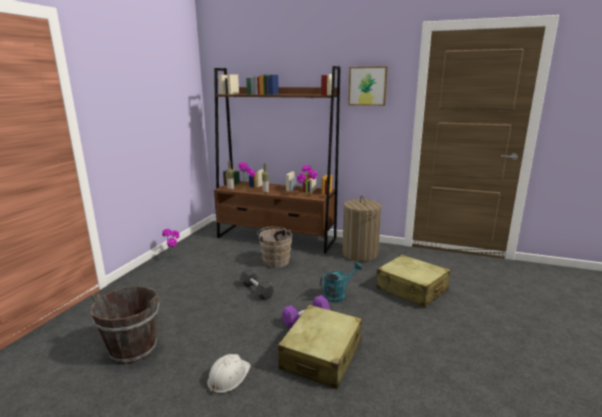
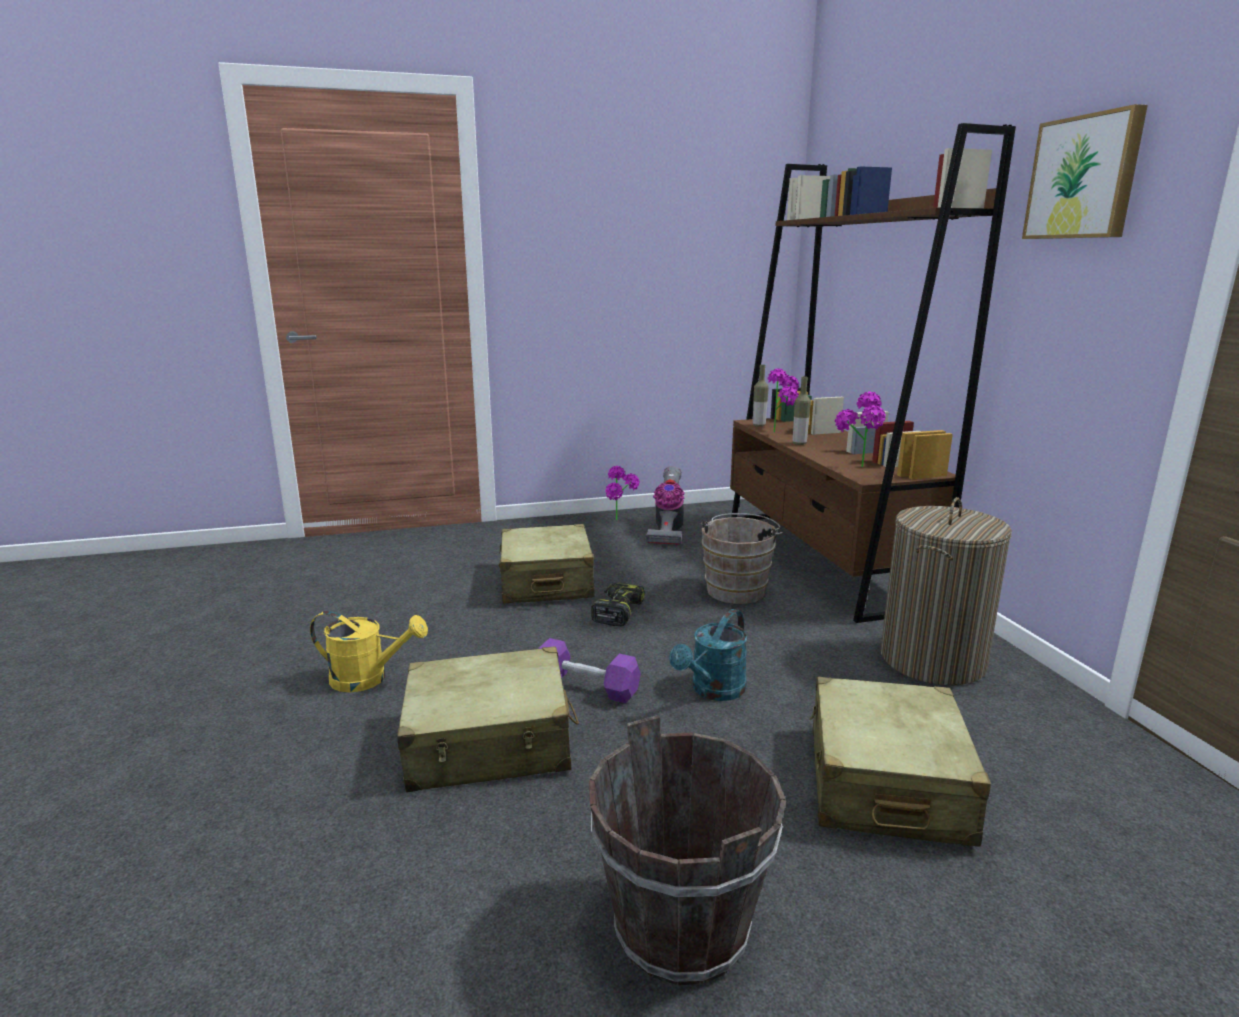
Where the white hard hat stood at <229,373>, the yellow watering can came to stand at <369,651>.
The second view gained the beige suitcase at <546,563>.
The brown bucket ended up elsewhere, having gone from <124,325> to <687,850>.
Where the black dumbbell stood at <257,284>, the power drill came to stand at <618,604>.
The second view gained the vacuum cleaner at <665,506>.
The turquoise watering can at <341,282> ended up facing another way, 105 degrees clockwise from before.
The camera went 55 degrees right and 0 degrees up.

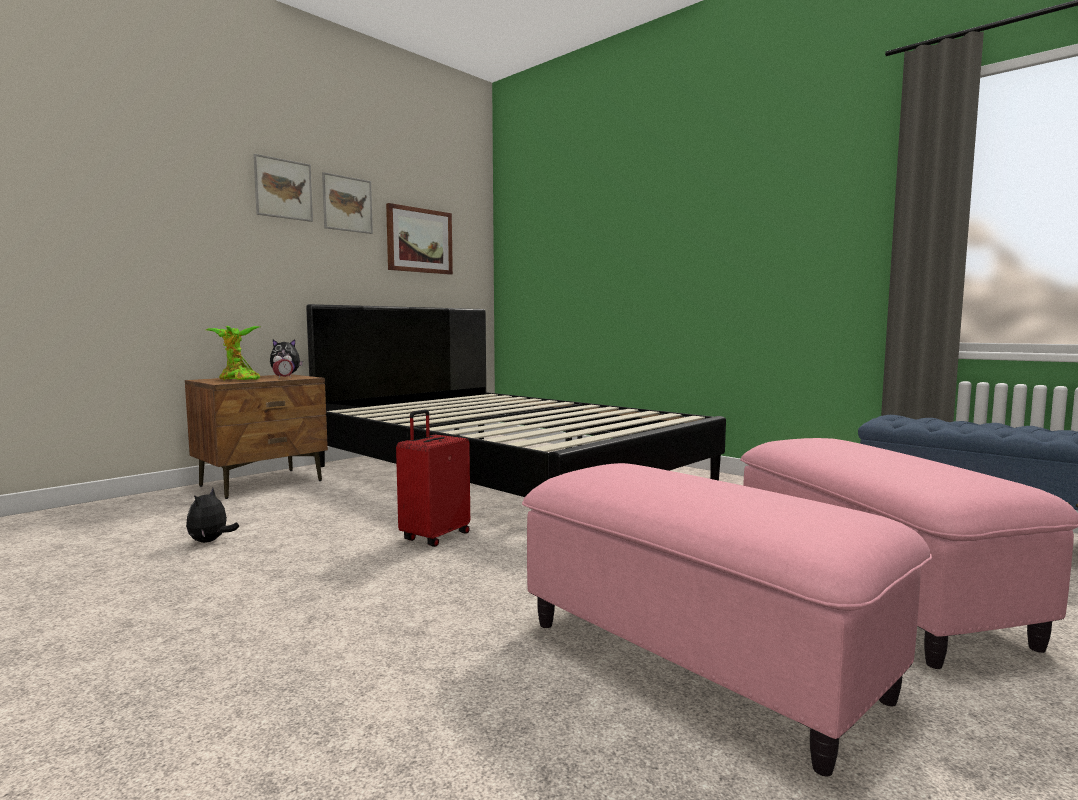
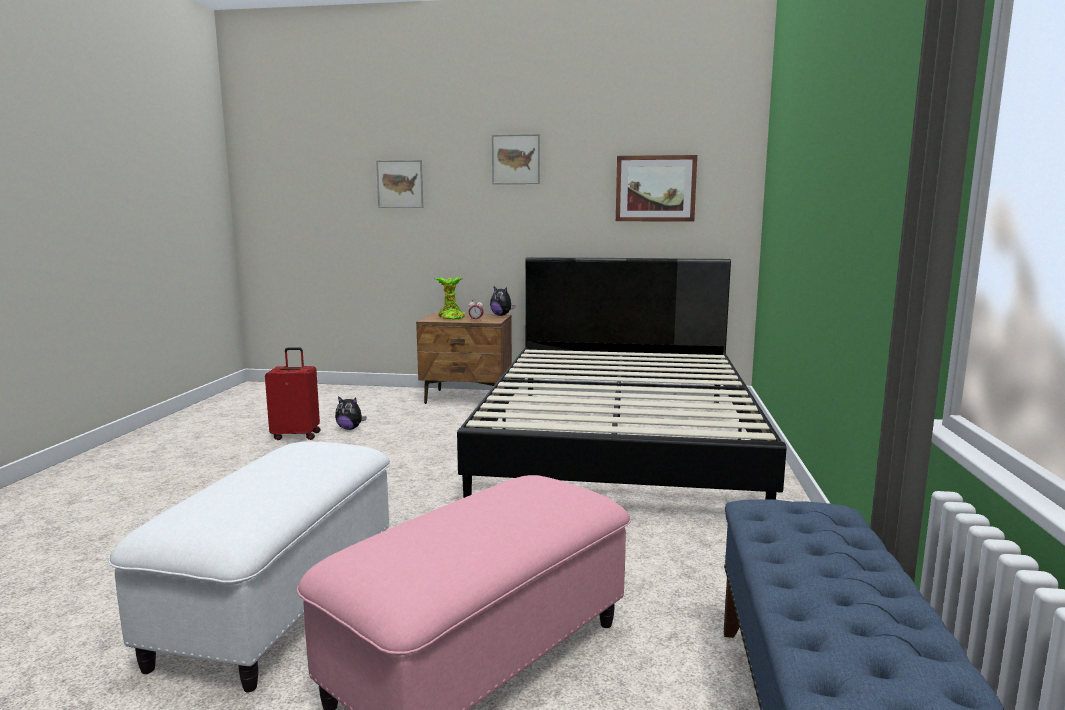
What was the pink ottoman at <727,620> turned into the white ottoman at <249,566>.
The red suitcase ended up elsewhere, having gone from <433,478> to <292,393>.
The plush toy at <213,515> ended up facing another way, 135 degrees counterclockwise from before.
The picture ended up elsewhere, having gone from <347,203> to <399,184>.
The camera went 55 degrees right and 5 degrees up.

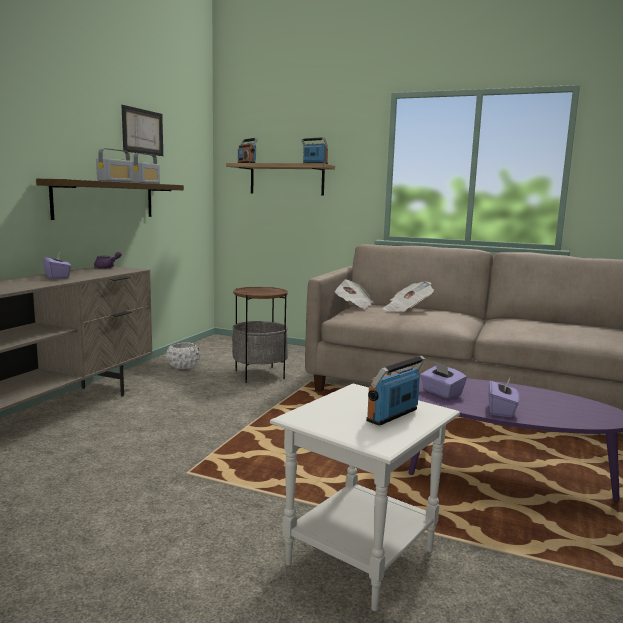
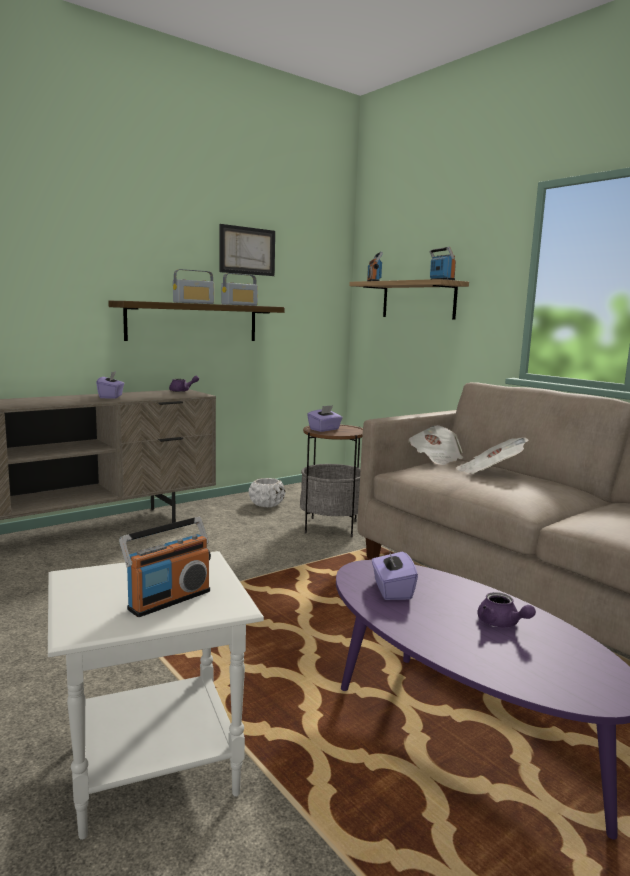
The radio at <395,391> ended up facing another way, 150 degrees clockwise from before.
The purple tissue box ended up elsewhere, having gone from <504,397> to <325,418>.
The second view gained the purple teapot at <506,609>.
The camera went 30 degrees right and 0 degrees up.

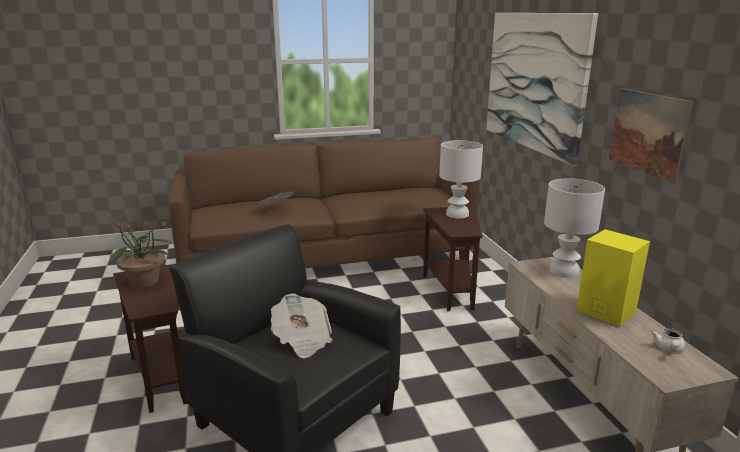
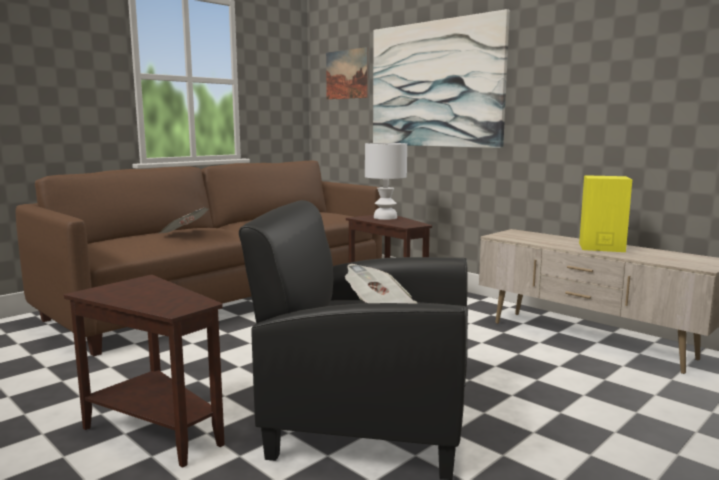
The picture ended up elsewhere, having gone from <651,135> to <347,73>.
The second view lost the potted plant at <140,252>.
The second view lost the white table lamp at <574,228>.
The second view lost the white teapot at <668,340>.
The camera went 30 degrees left and 10 degrees down.

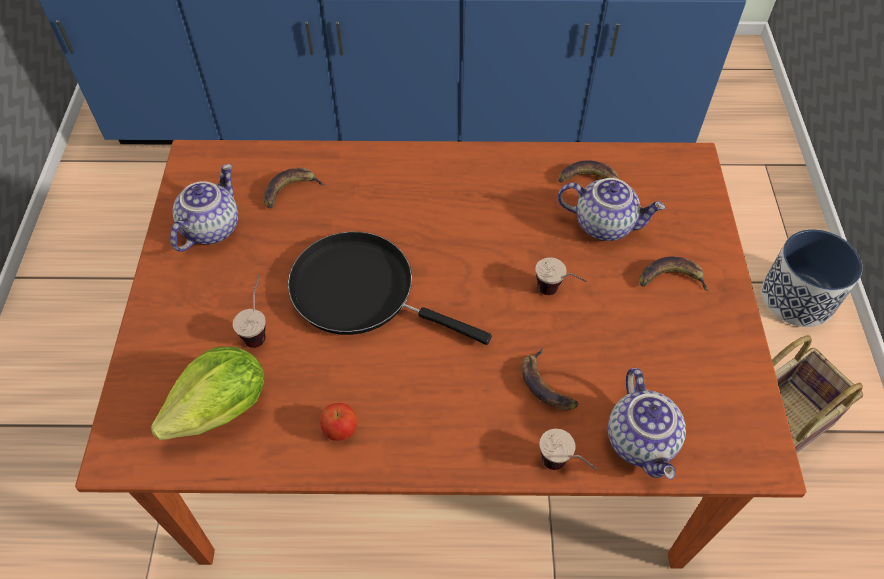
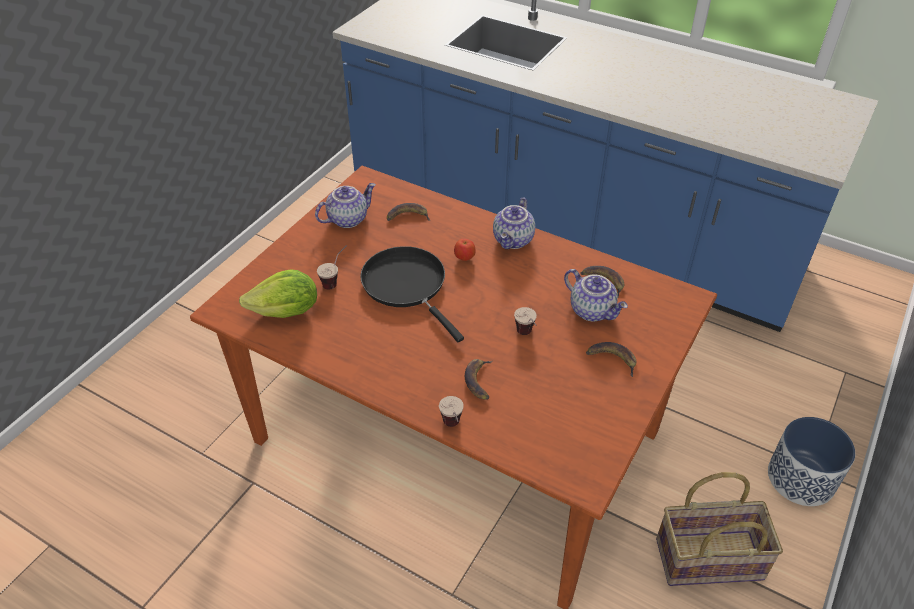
The apple ended up elsewhere, having gone from <338,422> to <465,250>.
The teapot ended up elsewhere, having gone from <647,423> to <514,223>.
The camera went 30 degrees right and 10 degrees down.

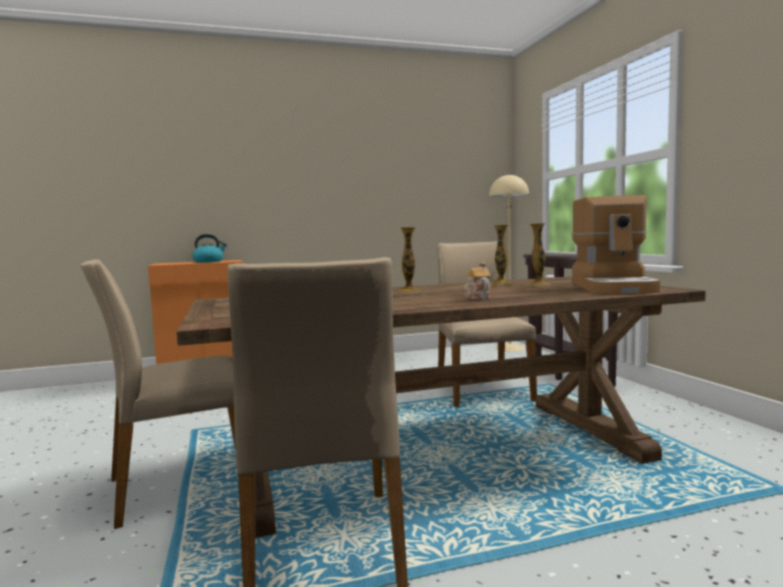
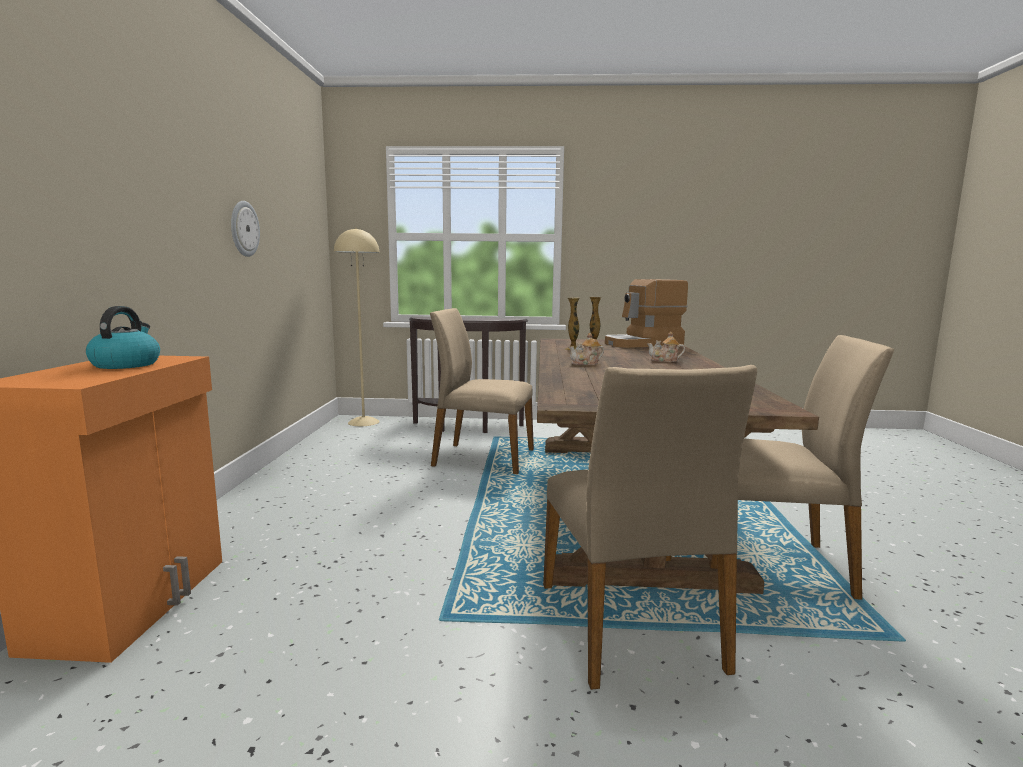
The second view gained the wall clock at <245,229>.
Where the vase stood at <409,259>, the teapot came to stand at <586,349>.
The coffee machine at <616,244> ended up facing another way, 135 degrees clockwise from before.
The camera went 70 degrees left and 5 degrees up.

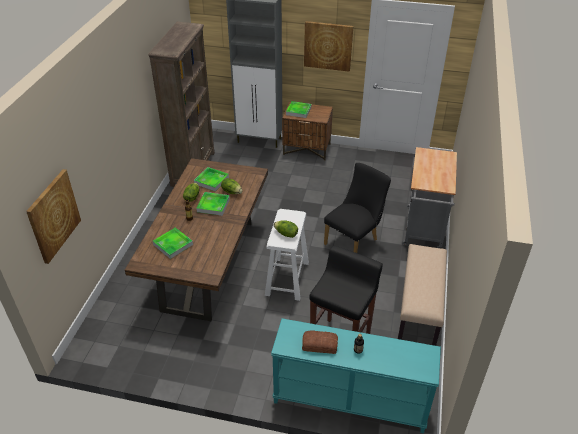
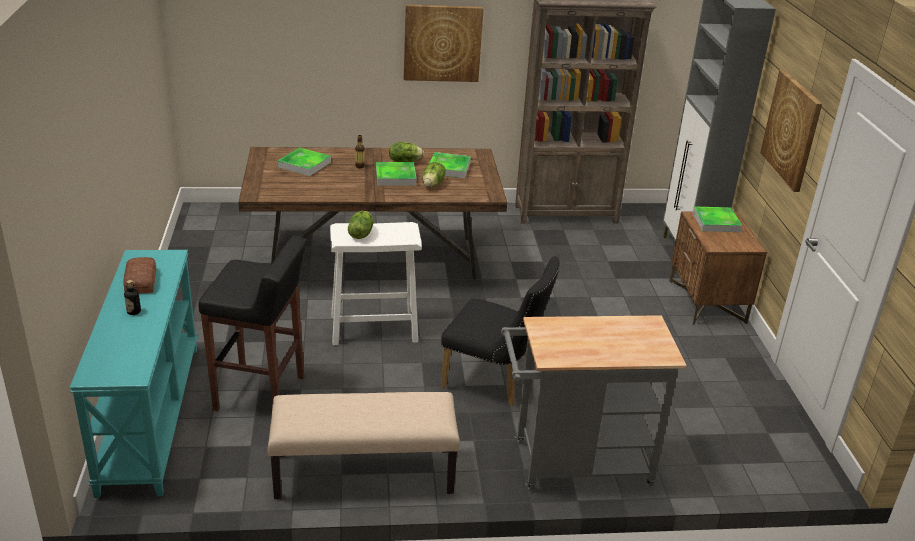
The picture ended up elsewhere, having gone from <53,216> to <444,43>.
The camera went 70 degrees right and 10 degrees down.

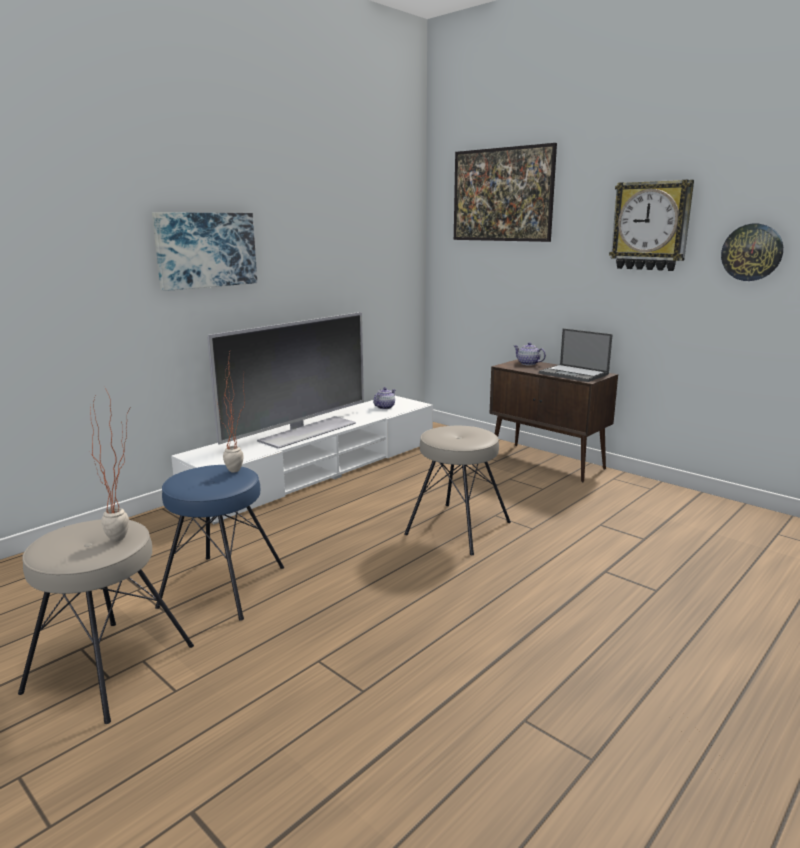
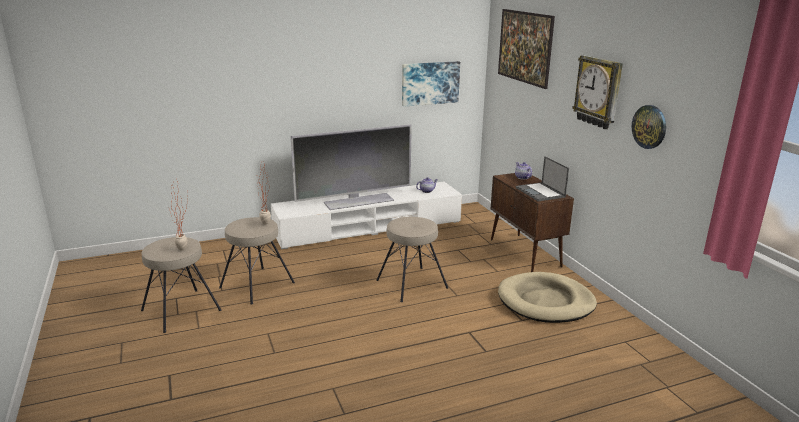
What was the blue stool at <219,543> turned into the beige stool at <257,261>.
The picture ended up elsewhere, having gone from <204,251> to <431,84>.
The second view gained the beige dog bed at <547,297>.
The camera went 25 degrees right and 5 degrees up.

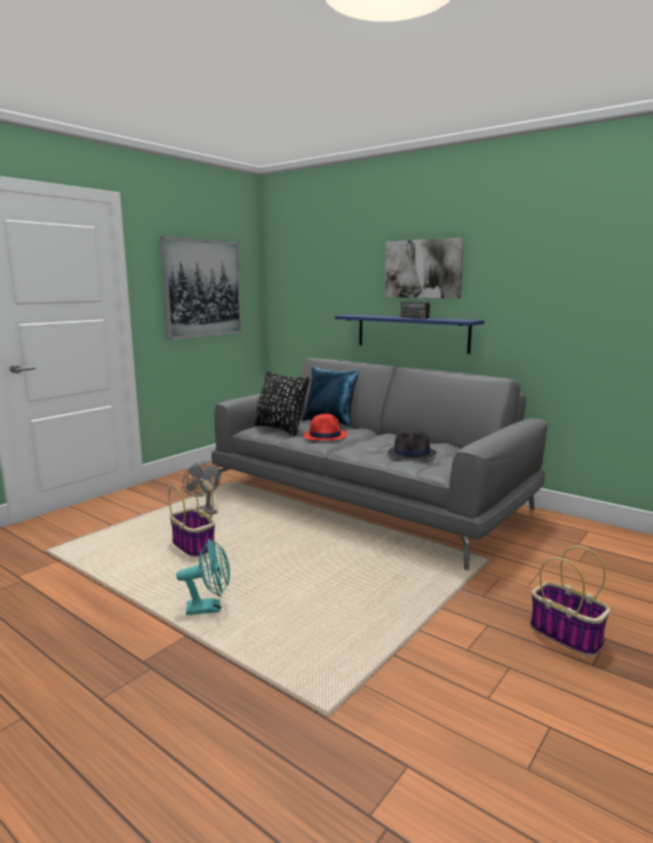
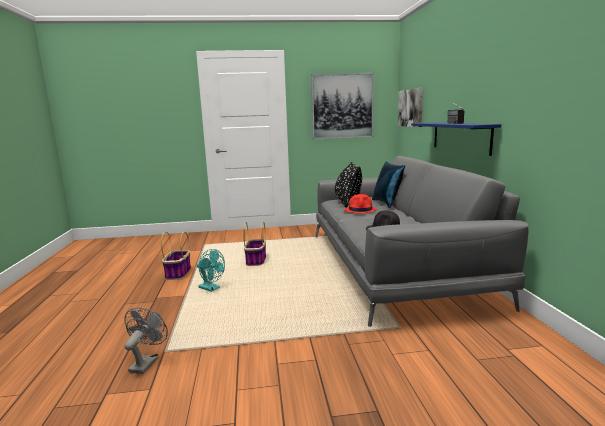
The grey fan ended up elsewhere, having gone from <202,488> to <146,340>.
The basket ended up elsewhere, having gone from <570,601> to <176,255>.
The picture ended up elsewhere, having gone from <424,268> to <410,107>.
The camera went 45 degrees right and 0 degrees up.

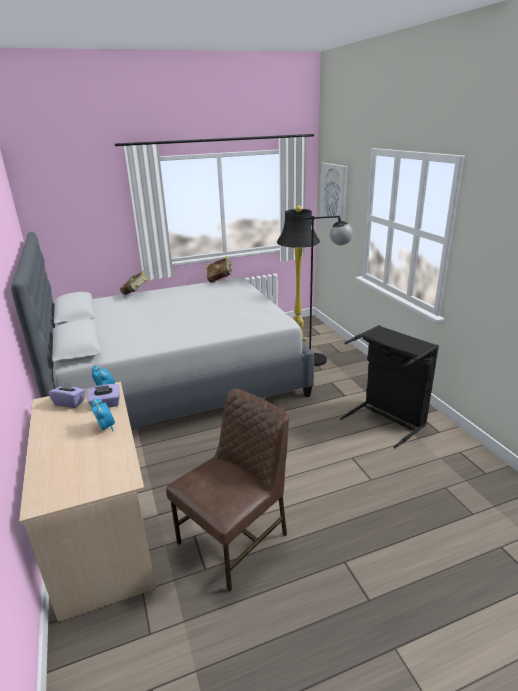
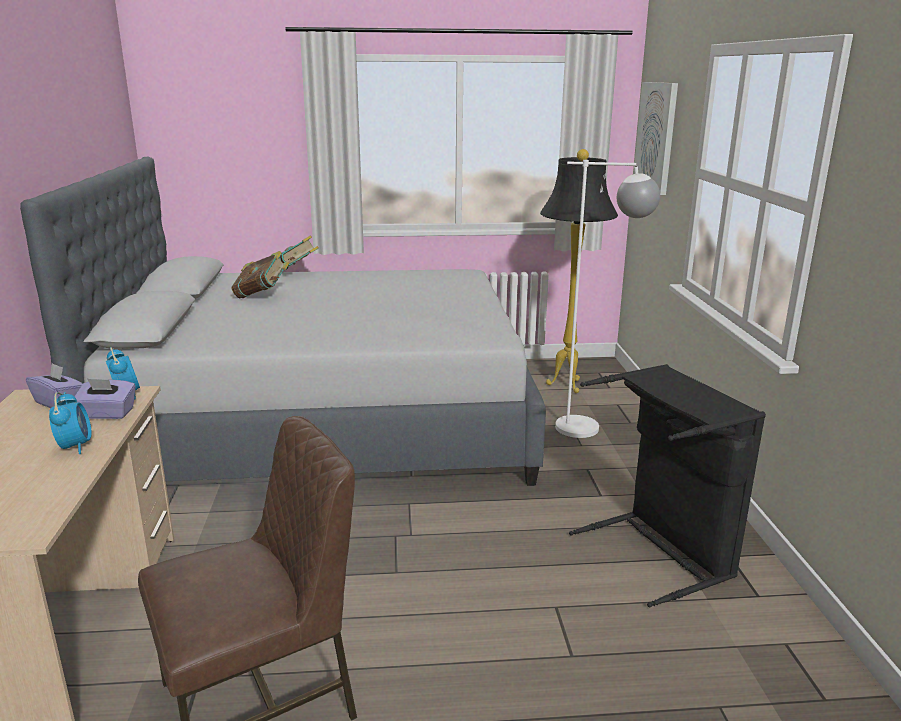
The book ended up elsewhere, having gone from <219,269> to <260,274>.
What was the black floor lamp at <328,291> turned into the white floor lamp at <607,299>.
The camera went 15 degrees right and 5 degrees down.

